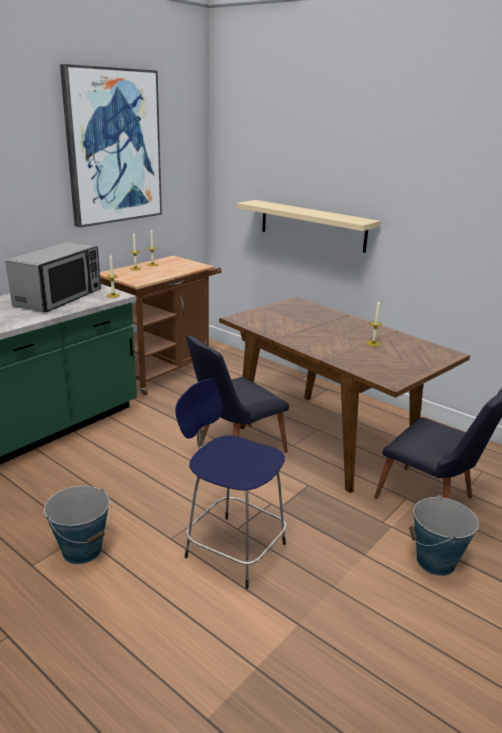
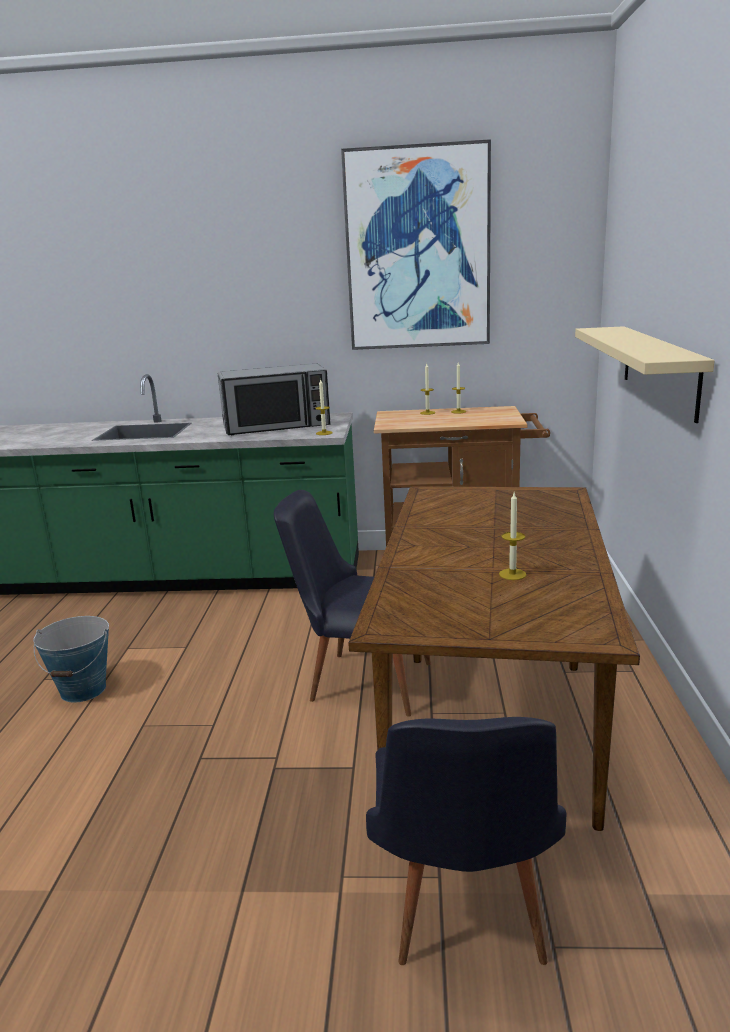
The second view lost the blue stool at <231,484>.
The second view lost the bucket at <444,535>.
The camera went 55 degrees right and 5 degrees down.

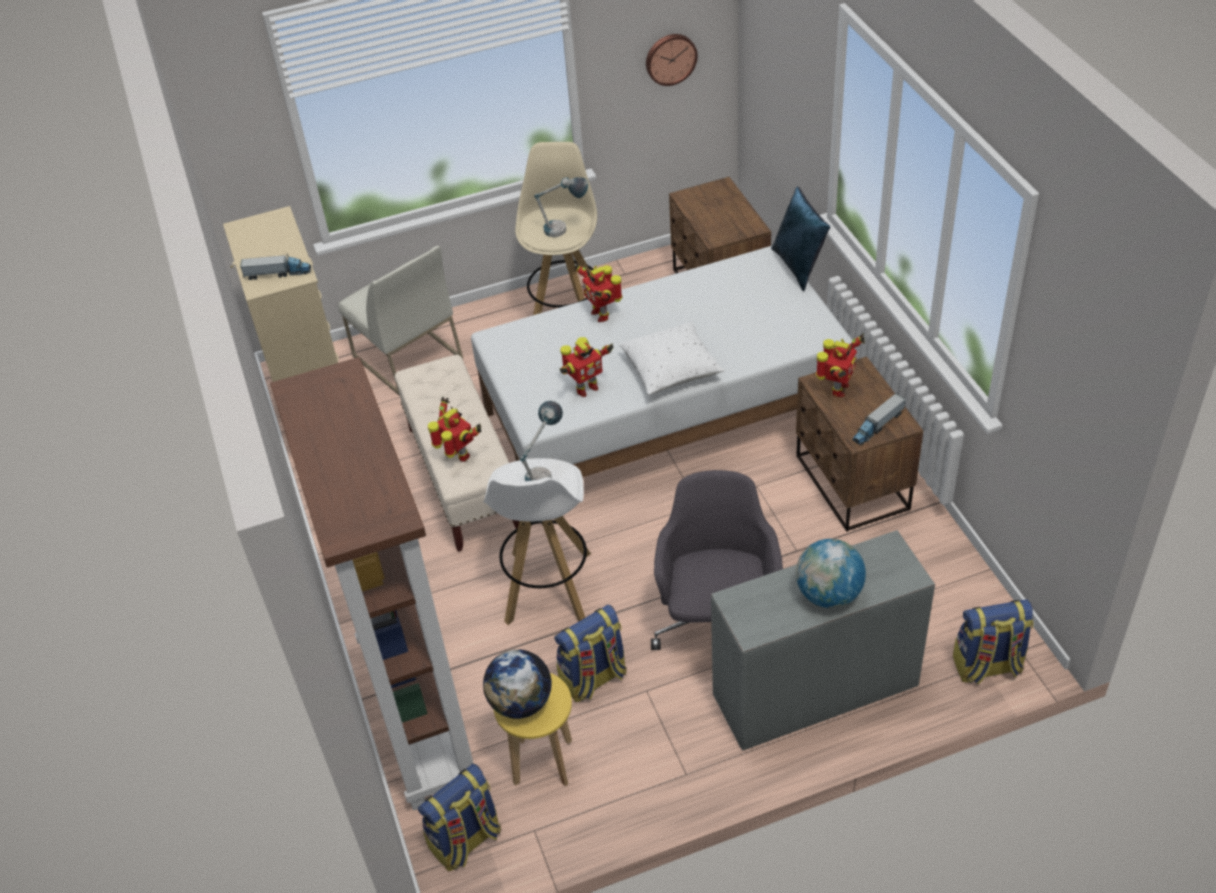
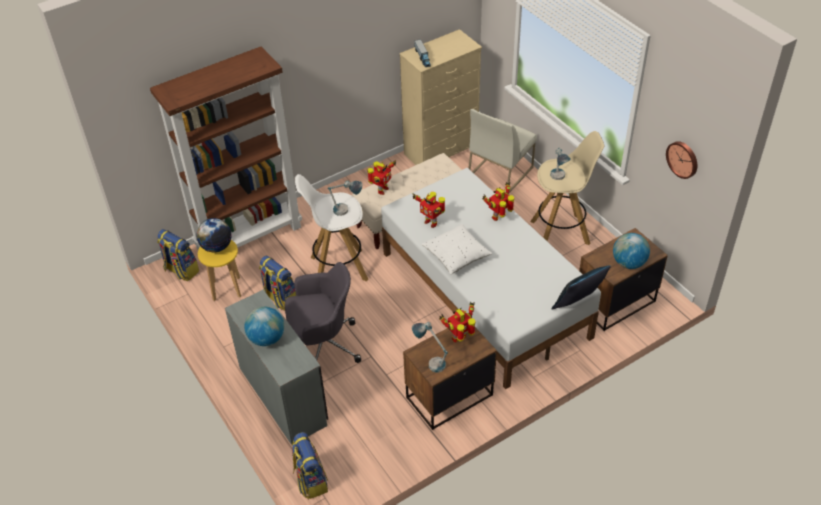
Where the toy truck stood at <879,419>, the table lamp came to stand at <430,347>.
The toy robot at <840,365> ended up facing another way, 135 degrees clockwise from before.
The second view gained the globe at <631,251>.
The camera went 75 degrees right and 0 degrees up.

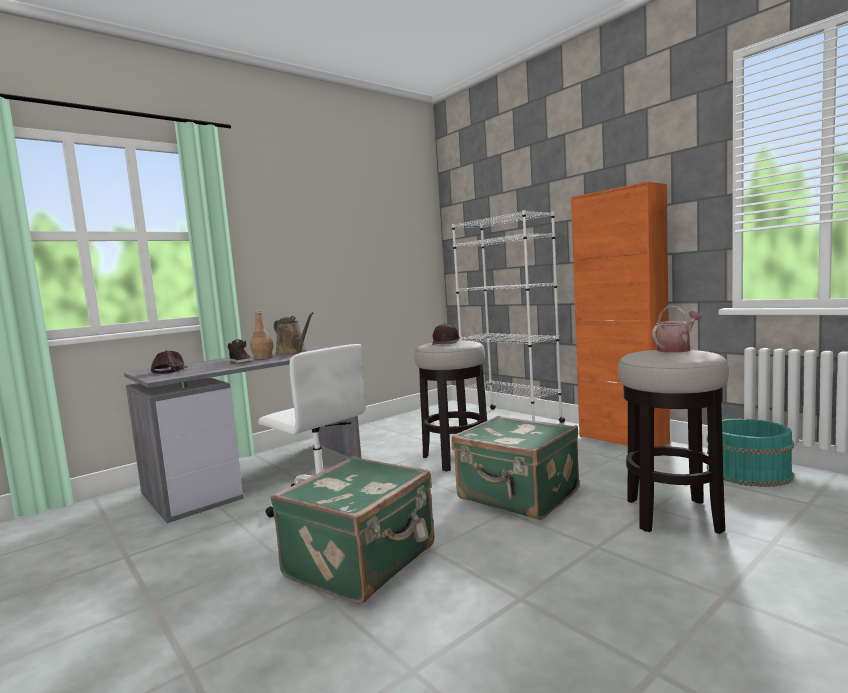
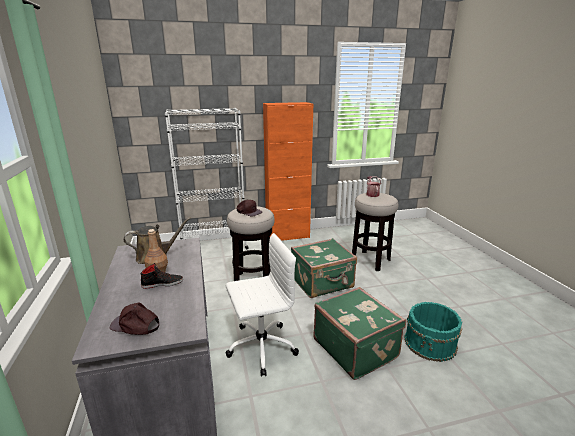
The turquoise bucket ended up elsewhere, having gone from <750,452> to <433,332>.
The camera went 65 degrees left and 15 degrees up.

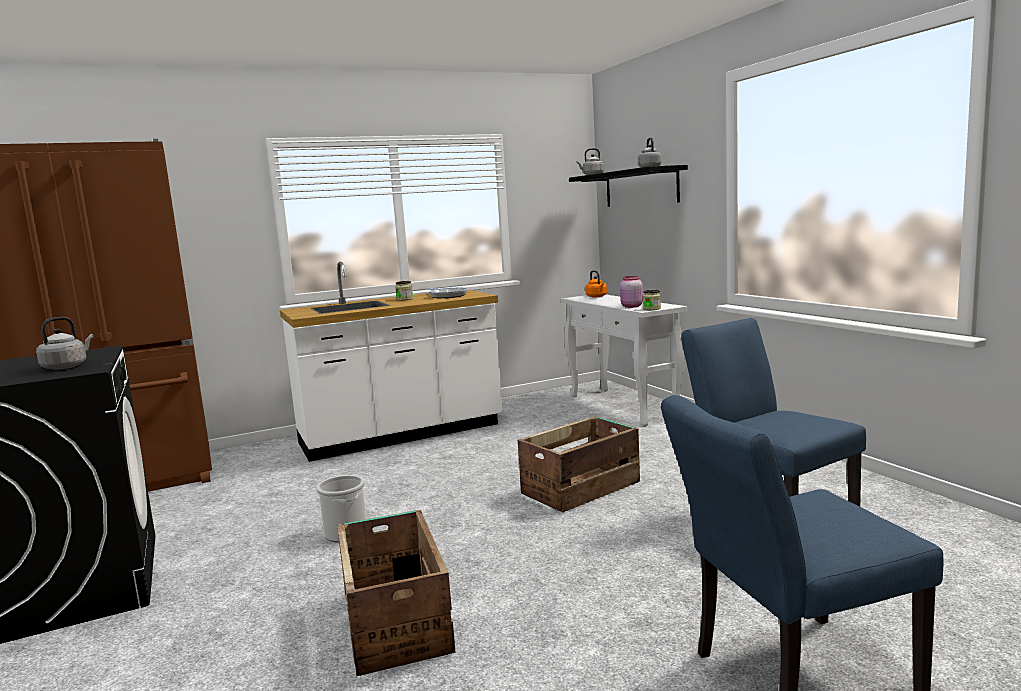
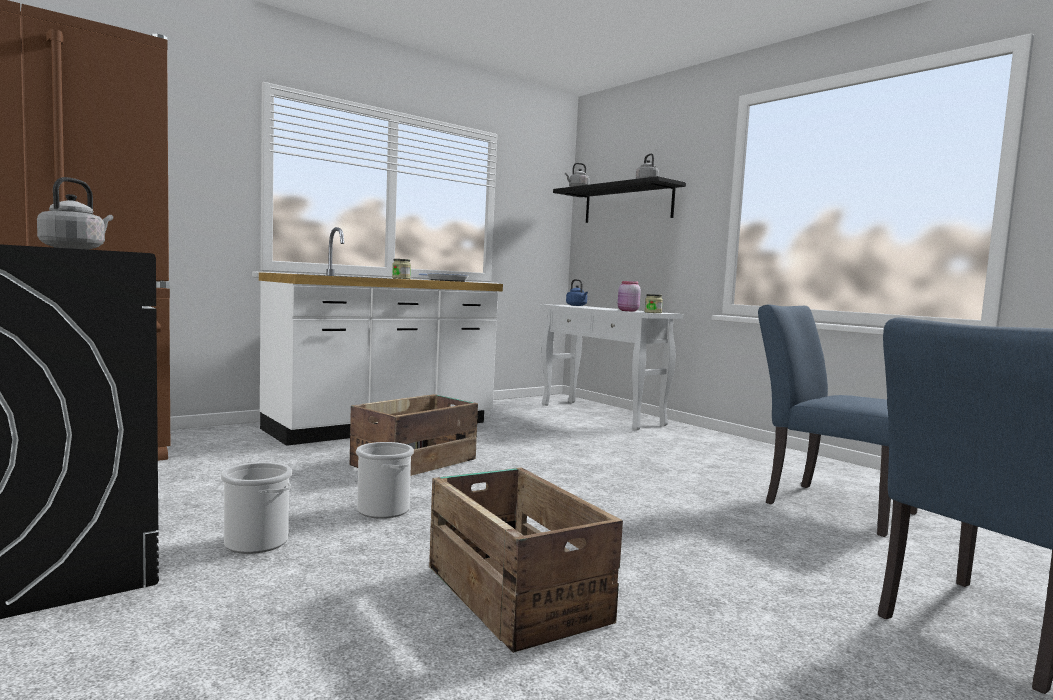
The second view gained the bucket at <256,508>.
The crate ended up elsewhere, having gone from <579,464> to <414,435>.
What was the orange kettle at <596,283> turned into the blue kettle at <577,292>.
The camera went 15 degrees left and 5 degrees down.

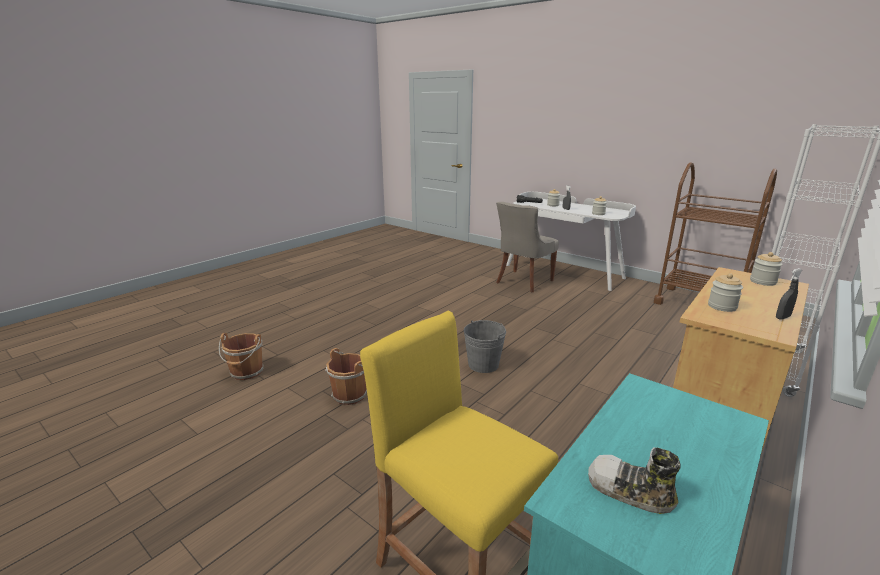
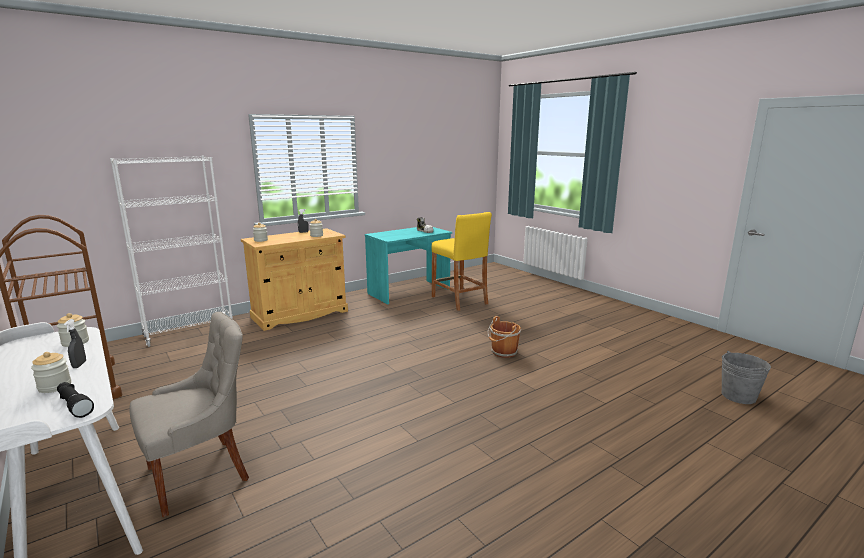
The grey bucket ended up elsewhere, having gone from <485,346> to <746,377>.
The second view lost the brown bucket at <241,356>.
The camera went 165 degrees left and 5 degrees down.

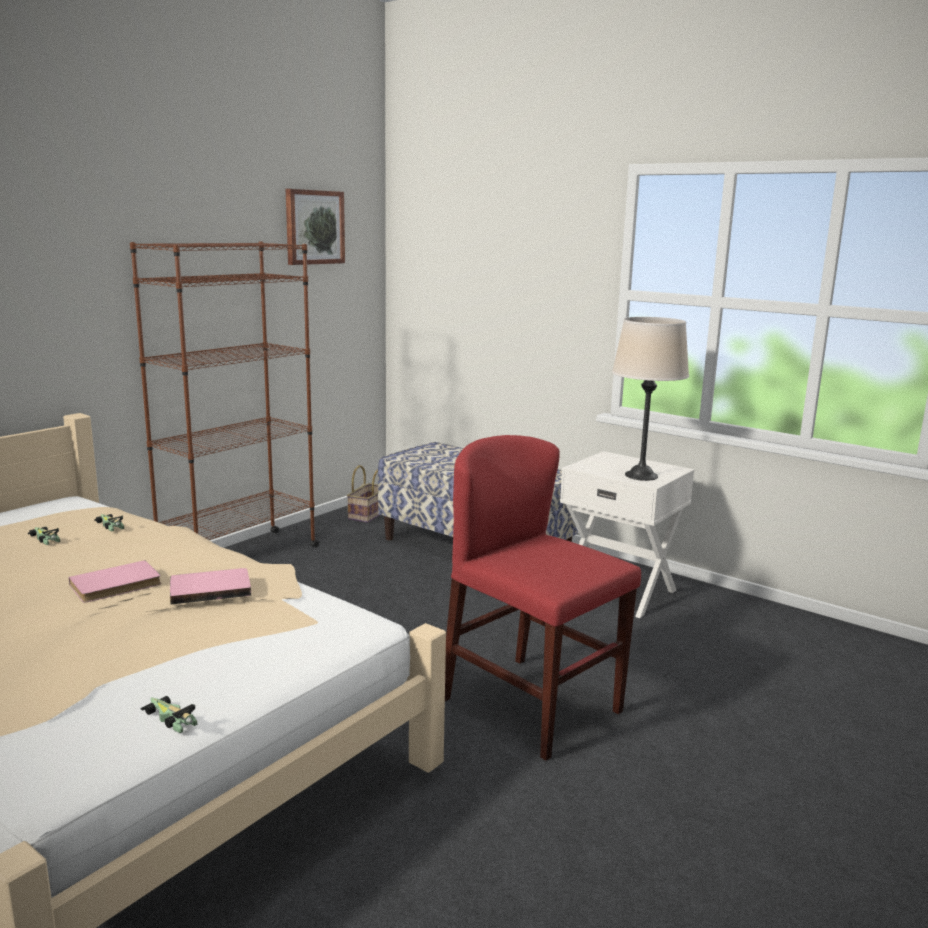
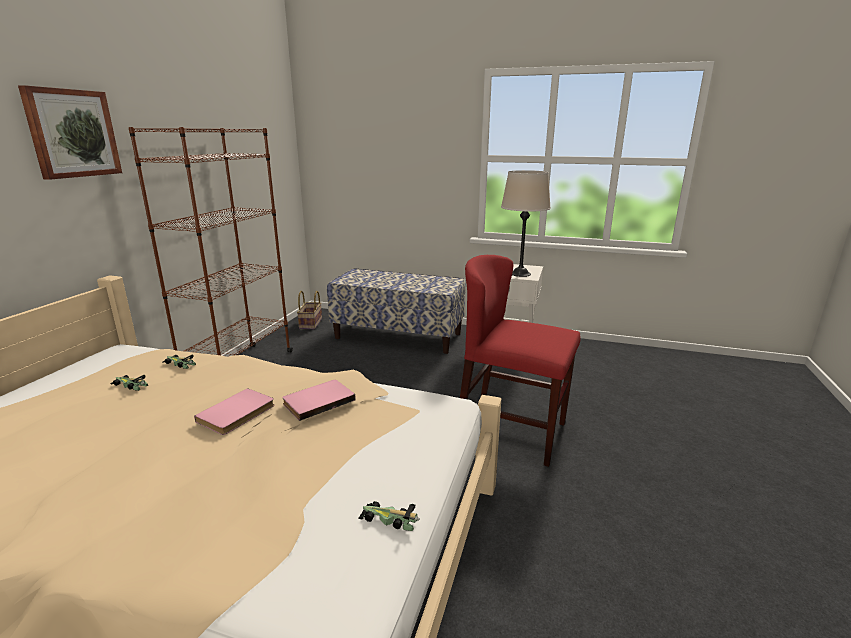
The picture ended up elsewhere, having gone from <315,227> to <70,132>.
The camera went 20 degrees left and 5 degrees up.

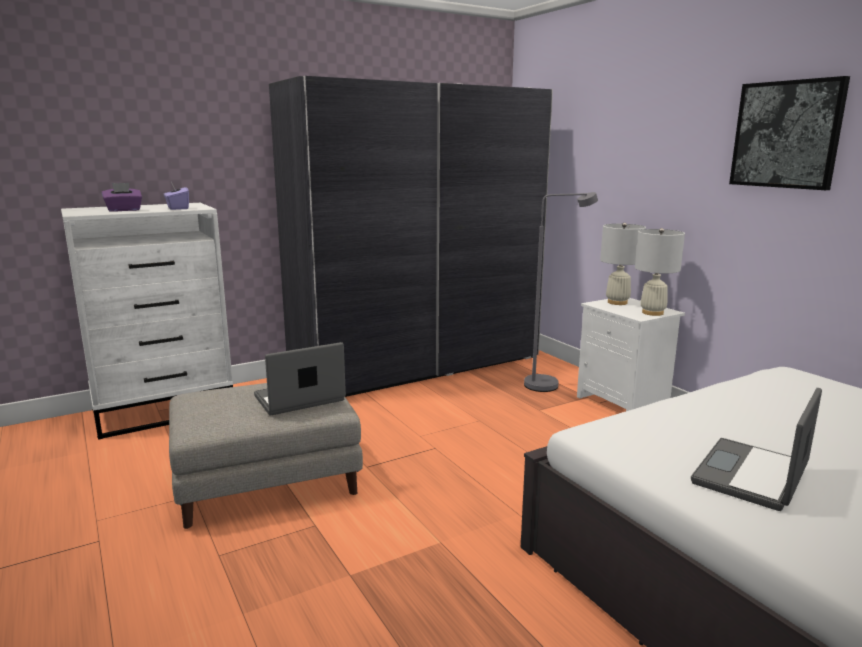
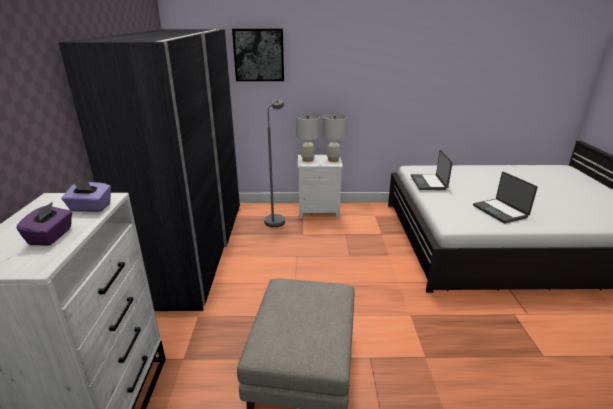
The picture ended up elsewhere, having gone from <789,133> to <258,55>.
The laptop ended up elsewhere, having gone from <300,378> to <432,170>.
The camera went 60 degrees left and 10 degrees up.

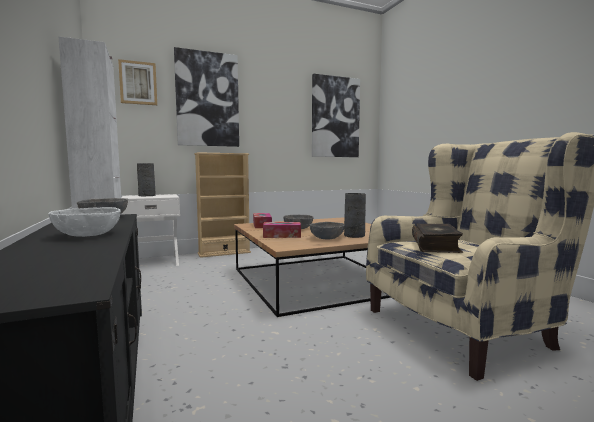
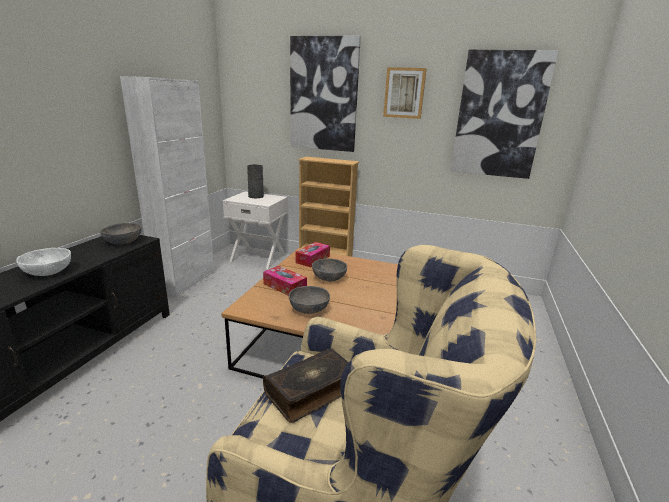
The picture ended up elsewhere, having gone from <137,82> to <405,93>.
The second view lost the grey vase at <355,215>.
The camera went 40 degrees right and 15 degrees up.

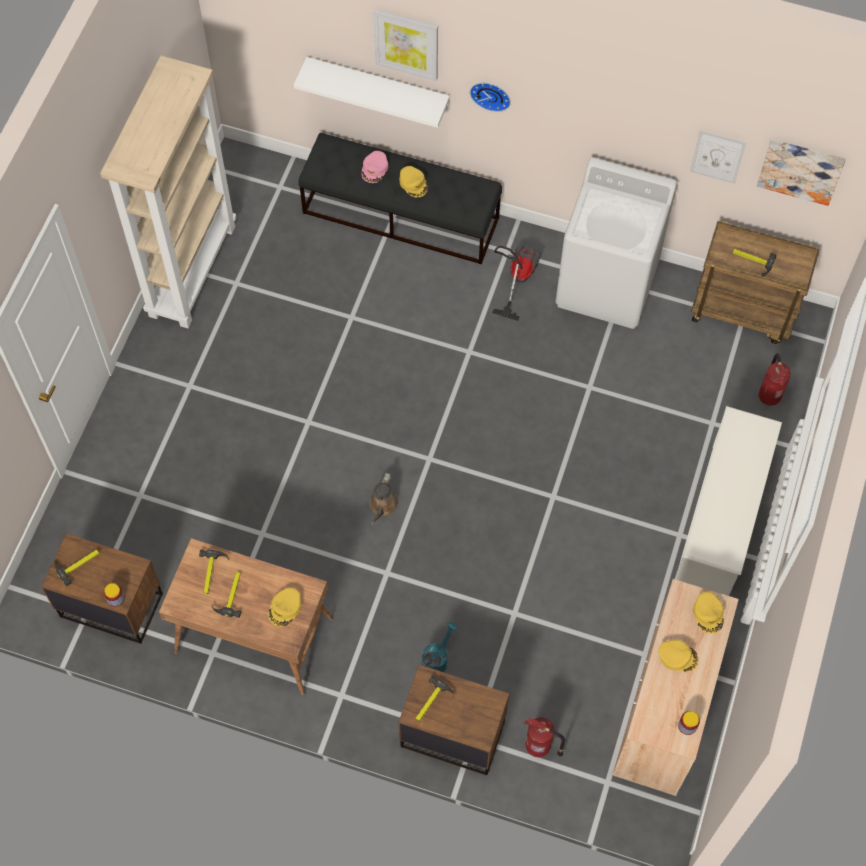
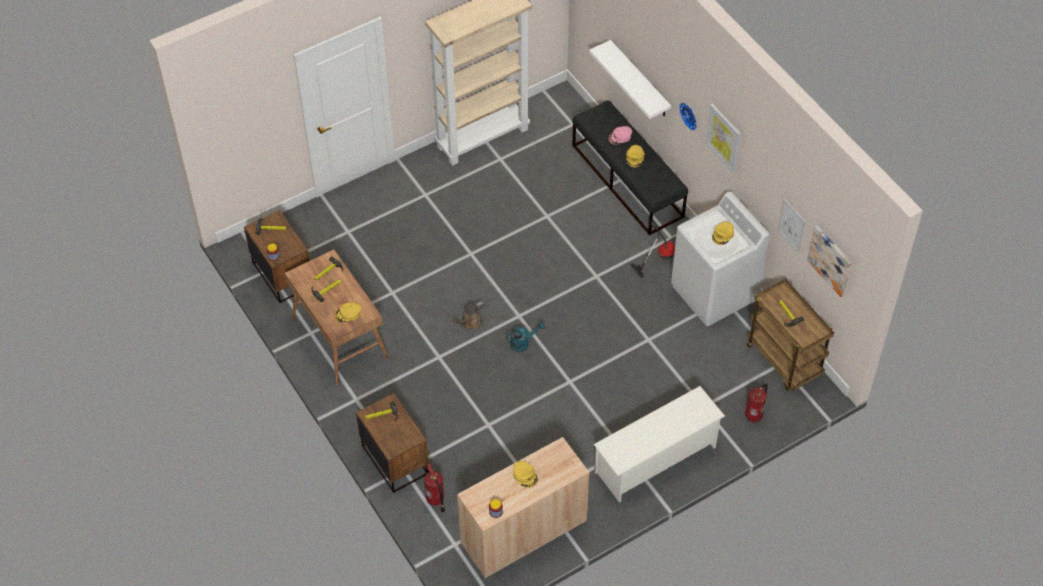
The turquoise watering can ended up elsewhere, having gone from <439,647> to <525,337>.
The picture ended up elsewhere, having gone from <405,45> to <723,138>.
The yellow cap ended up elsewhere, having gone from <708,613> to <723,233>.
The camera went 40 degrees right and 10 degrees down.

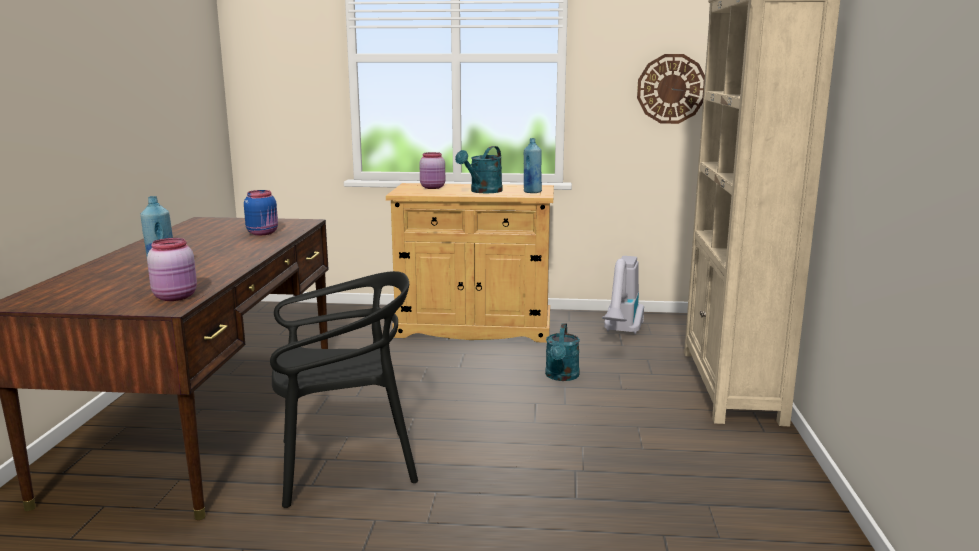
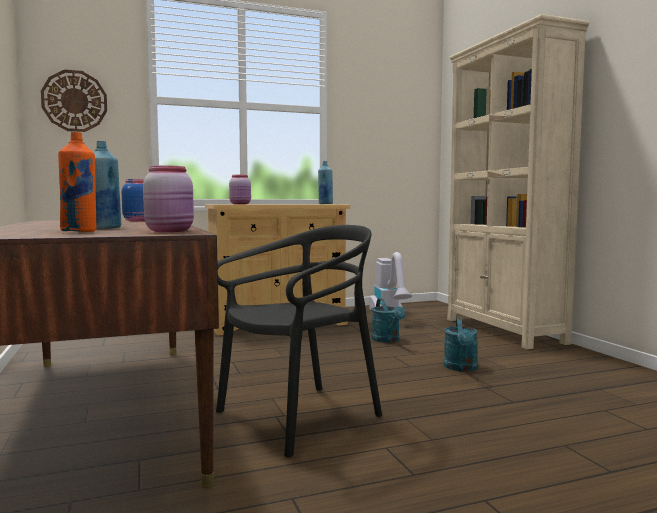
The wall clock ended up elsewhere, having gone from <671,89> to <74,101>.
The second view gained the orange bottle at <77,182>.
The turquoise watering can ended up elsewhere, having gone from <479,169> to <461,344>.
The camera went 25 degrees left and 10 degrees down.

